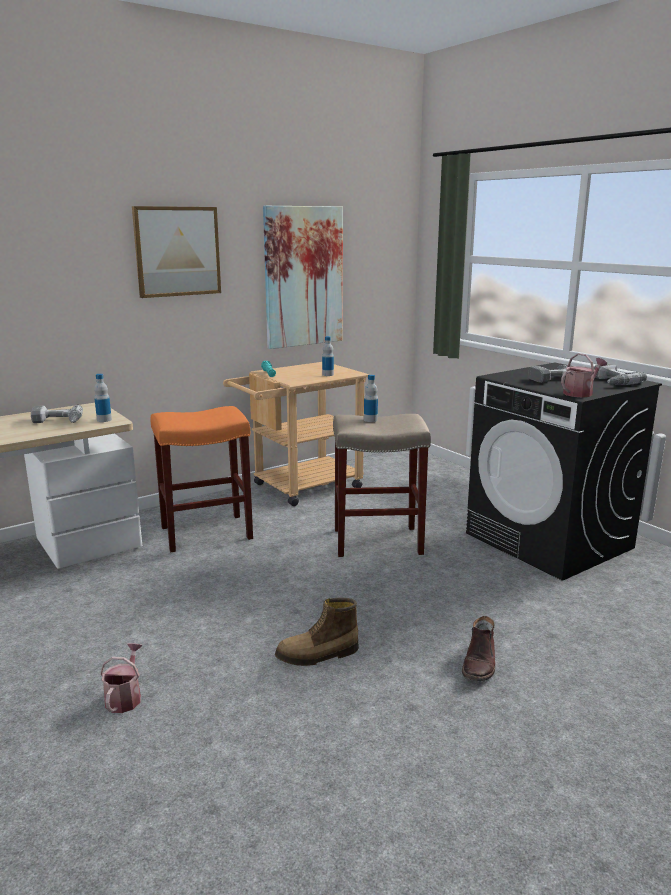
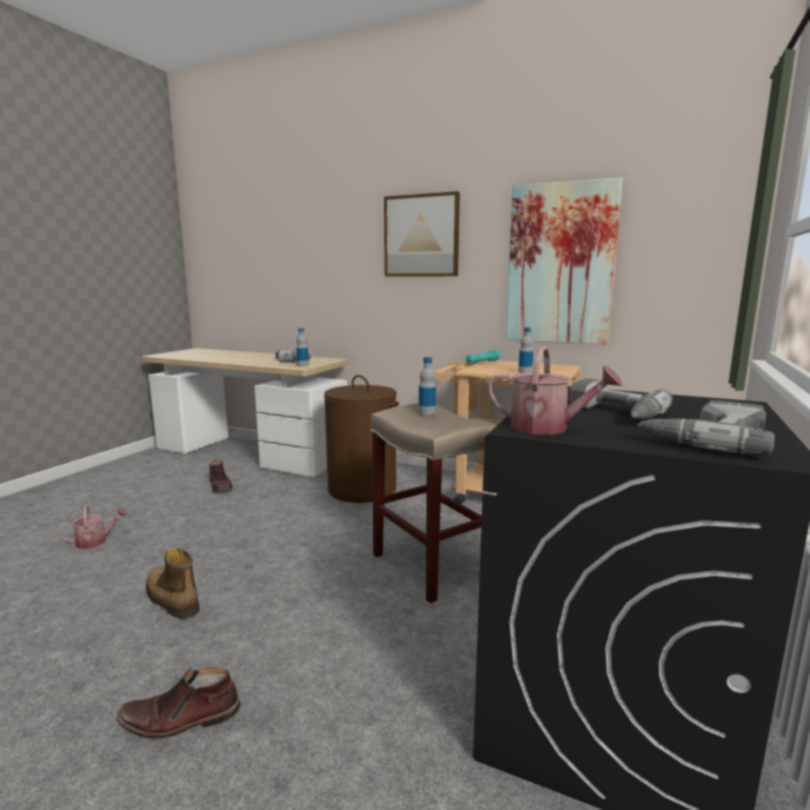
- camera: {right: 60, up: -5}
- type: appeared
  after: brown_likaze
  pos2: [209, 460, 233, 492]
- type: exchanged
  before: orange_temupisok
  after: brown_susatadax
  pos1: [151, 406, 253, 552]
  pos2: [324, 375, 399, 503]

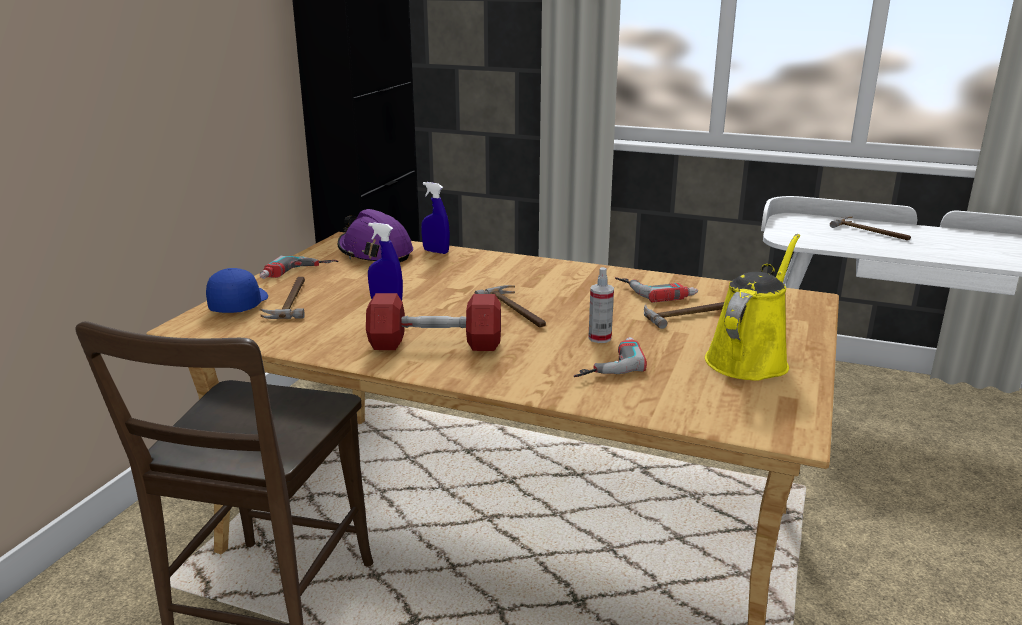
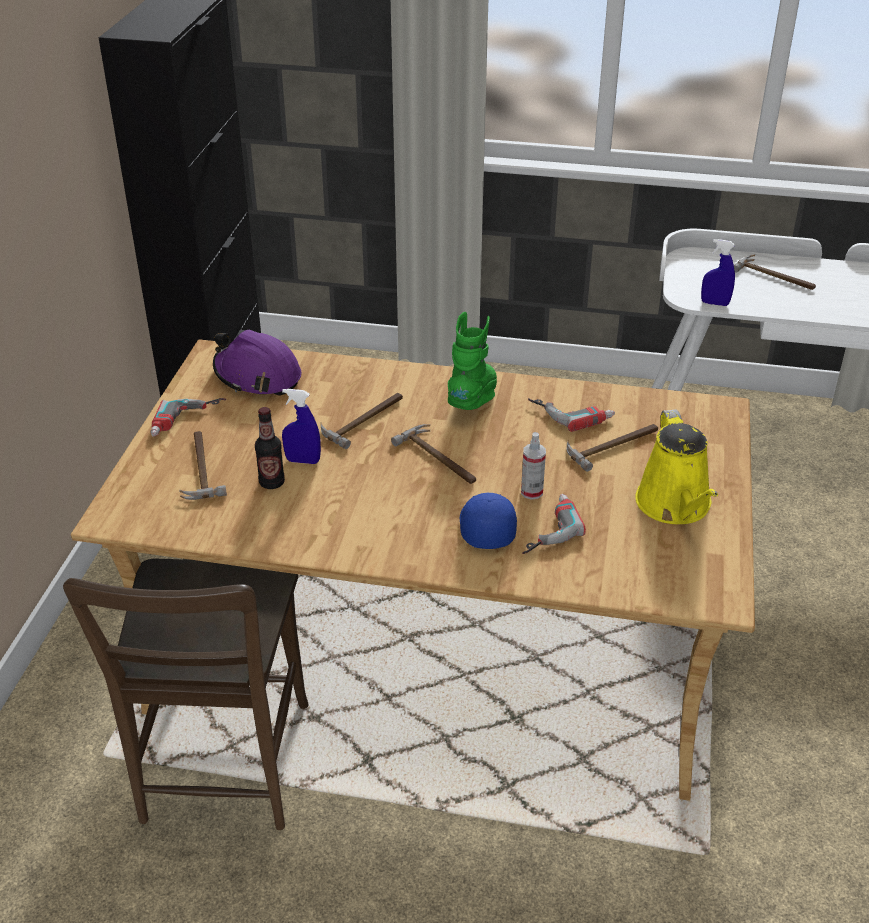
- camera: {right: -10, up: 15}
- type: missing
  before: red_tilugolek
  pos1: [366, 293, 501, 351]
- type: appeared
  after: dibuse
  pos2: [255, 407, 285, 489]
- type: appeared
  after: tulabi
  pos2: [321, 393, 403, 449]
- type: appeared
  after: green_likaze
  pos2: [448, 312, 497, 410]
- type: relocated
  before: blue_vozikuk
  pos1: [206, 268, 268, 313]
  pos2: [460, 493, 517, 549]
- type: relocated
  before: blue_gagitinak
  pos1: [421, 182, 450, 254]
  pos2: [701, 239, 735, 306]
- type: spun
  before: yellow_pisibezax
  pos1: [705, 234, 800, 381]
  pos2: [635, 409, 718, 524]
  turn: 150

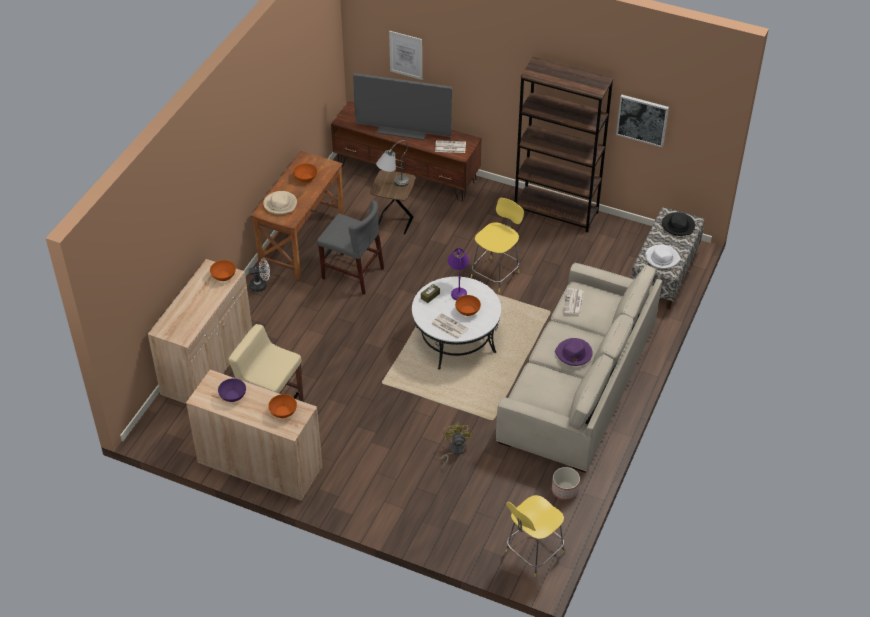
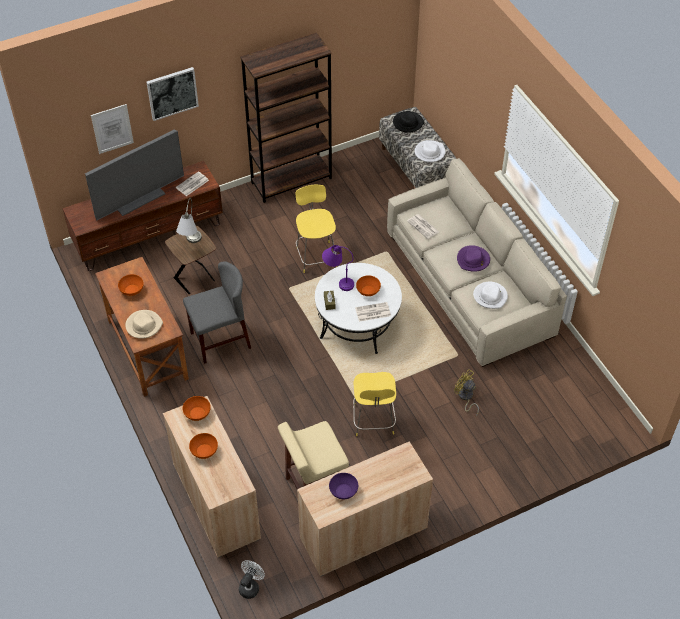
- camera: {right: -50, up: 5}
- type: missing
  before: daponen
  pos1: [552, 467, 580, 500]
- type: appeared
  after: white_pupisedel
  pos2: [473, 282, 508, 309]
- type: relocated
  before: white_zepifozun
  pos1: [249, 258, 270, 292]
  pos2: [239, 560, 265, 599]
- type: relocated
  before: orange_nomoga
  pos1: [268, 394, 297, 418]
  pos2: [189, 433, 218, 459]
- type: relocated
  before: yellow_temupisok
  pos1: [505, 495, 564, 577]
  pos2: [353, 372, 396, 436]
- type: relocated
  before: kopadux
  pos1: [616, 95, 669, 147]
  pos2: [147, 67, 199, 121]

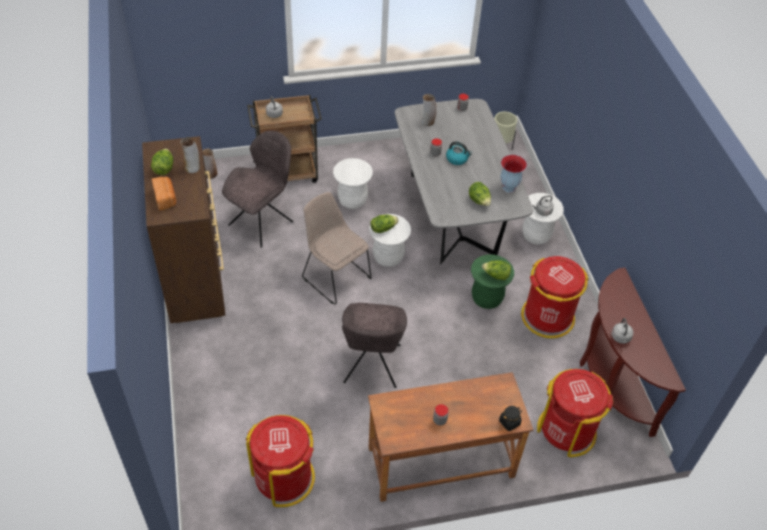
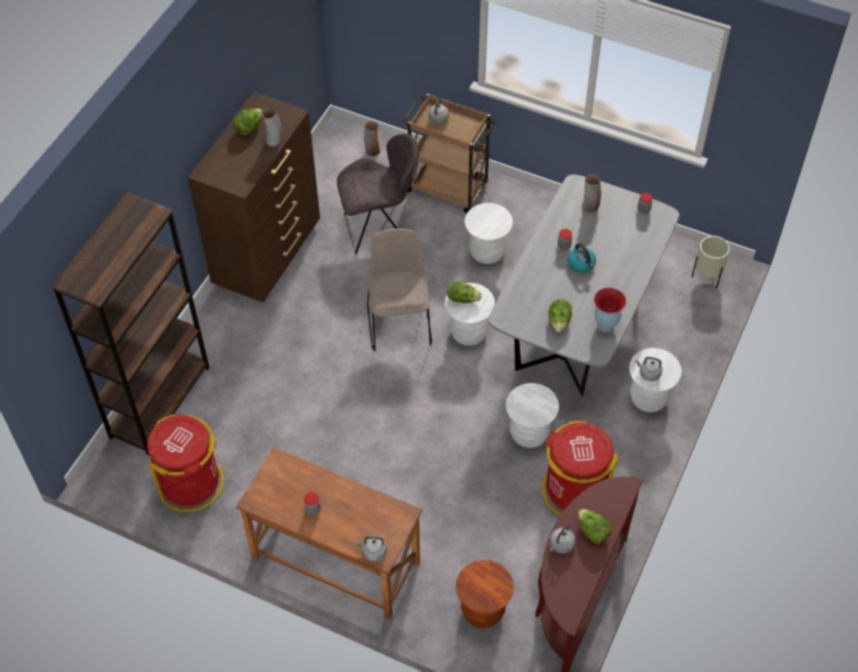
- camera: {right: 40, up: 5}
- type: missing
  before: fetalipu
  pos1: [151, 177, 176, 211]
- type: missing
  before: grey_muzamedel
  pos1: [342, 303, 407, 388]
- type: appeared
  after: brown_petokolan
  pos2: [52, 192, 210, 456]
- type: relocated
  before: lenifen
  pos1: [482, 260, 511, 280]
  pos2: [578, 509, 611, 544]
- type: exchanged
  before: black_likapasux
  after: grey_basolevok
  pos1: [499, 406, 522, 431]
  pos2: [355, 535, 387, 562]
- type: exchanged
  before: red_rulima
  after: brown_temupisok
  pos1: [537, 369, 613, 457]
  pos2: [456, 560, 514, 628]
- type: colour
  before: green_temupisok
  after: white_temupisok
  pos1: [471, 255, 514, 309]
  pos2: [506, 383, 559, 448]

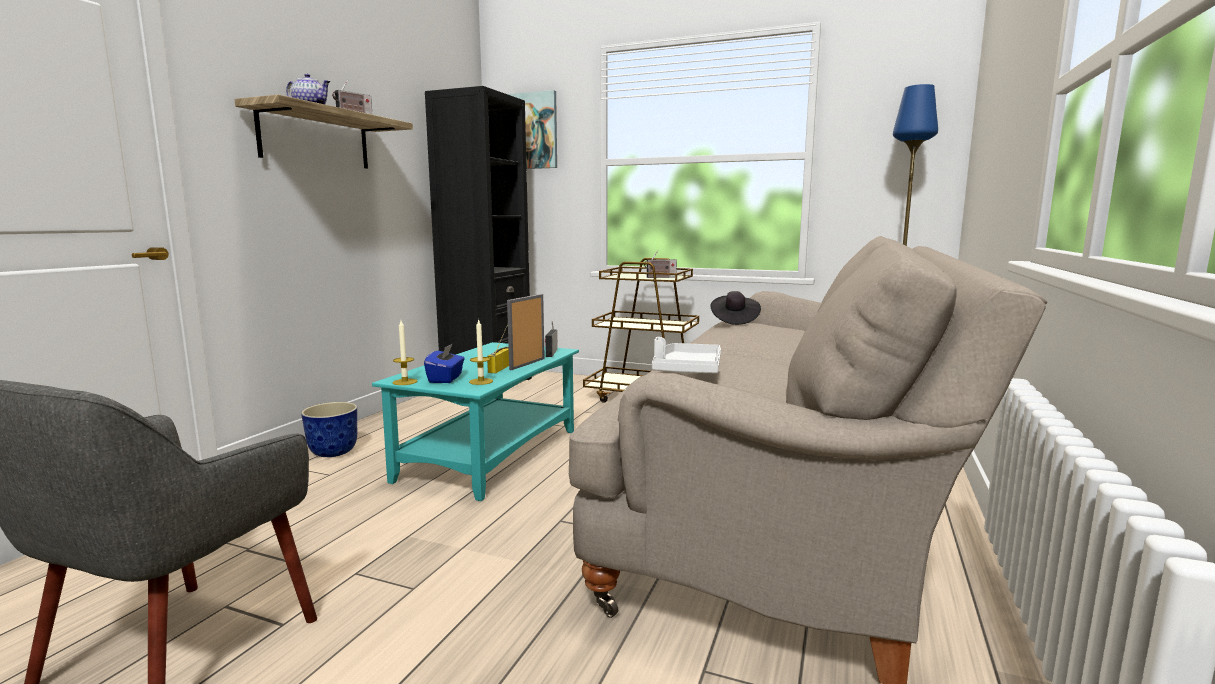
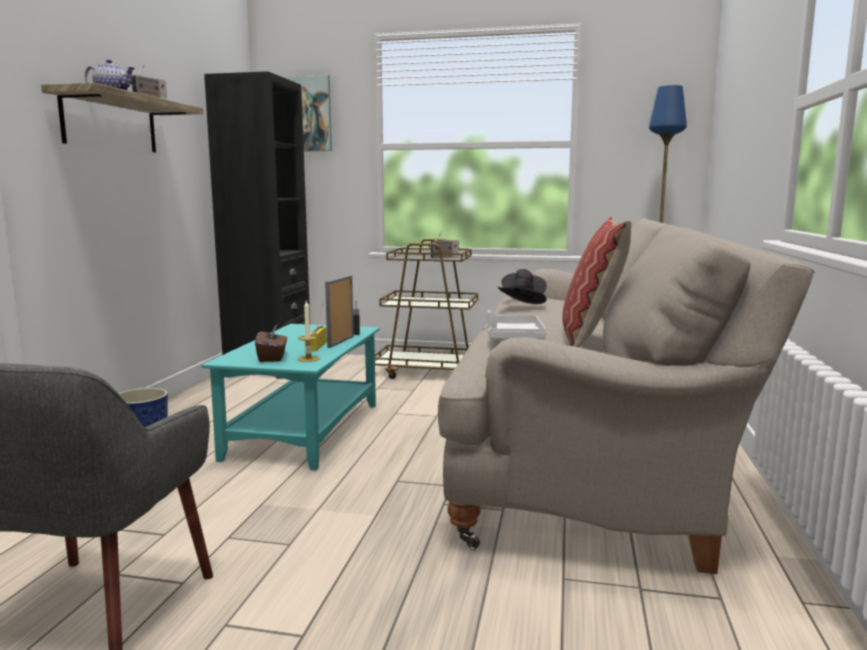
- camera: {right: -10, up: 0}
- type: missing
  before: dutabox
  pos1: [393, 320, 417, 385]
- type: appeared
  after: black_pupisedel
  pos2: [497, 278, 546, 304]
- type: appeared
  after: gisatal
  pos2: [562, 217, 631, 347]
- type: colour
  before: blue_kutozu
  after: brown_kutozu
  pos1: [424, 343, 465, 383]
  pos2: [255, 325, 287, 362]

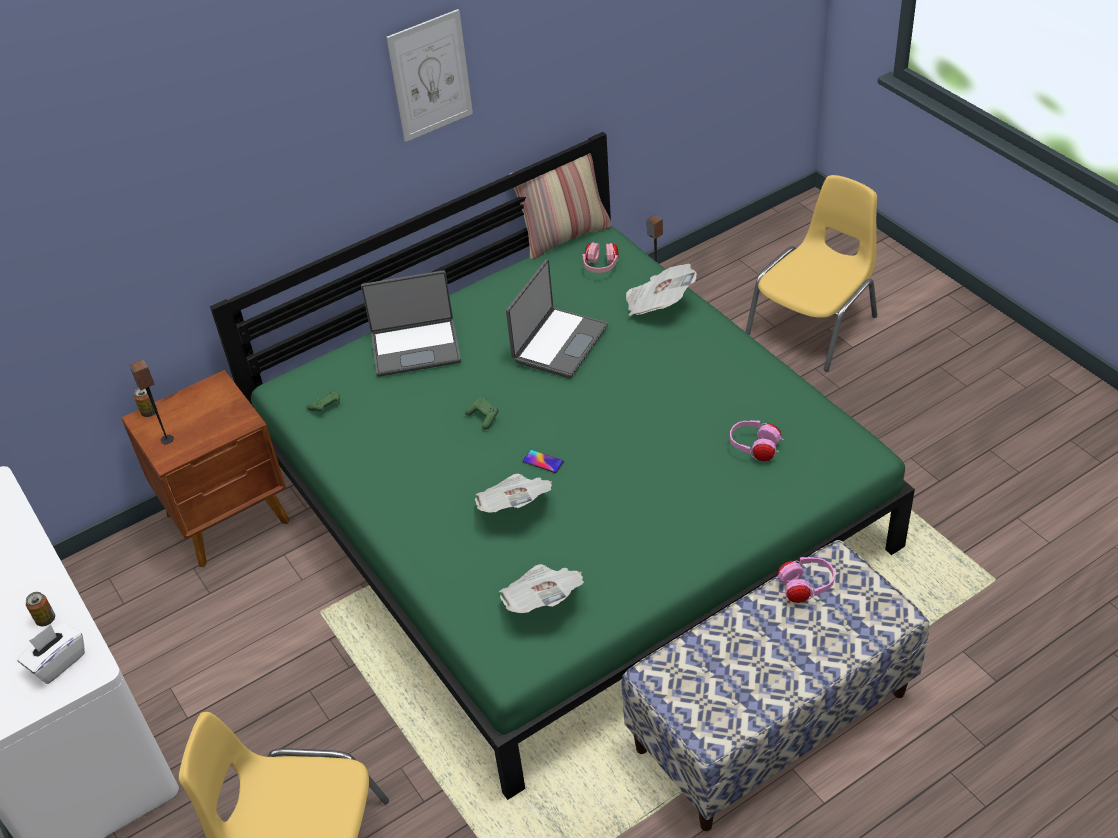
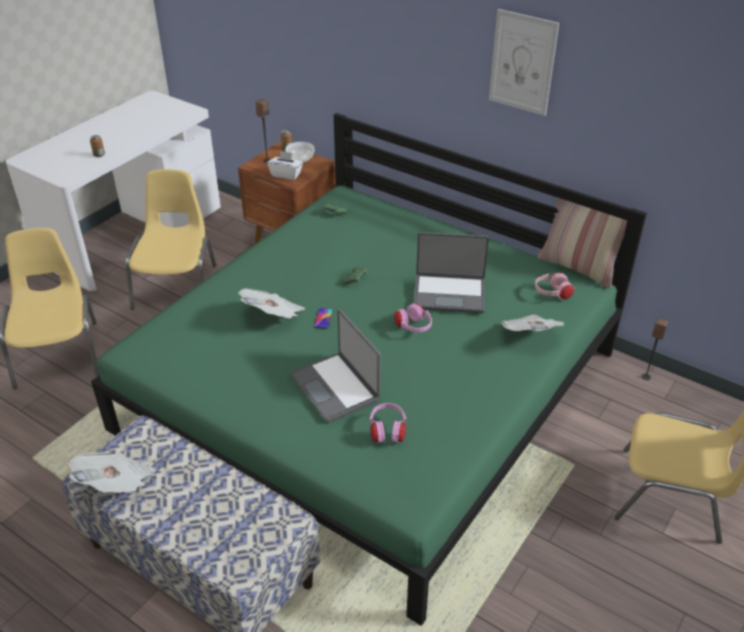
- camera: {right: 65, up: -5}
- type: appeared
  after: yellow_muzamedel
  pos2: [125, 169, 216, 310]
- type: appeared
  after: nomoga
  pos2: [285, 142, 315, 163]
- type: relocated
  before: white_kutozu
  pos1: [17, 622, 85, 684]
  pos2: [267, 151, 303, 180]
- type: relocated
  before: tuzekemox
  pos1: [361, 270, 461, 377]
  pos2: [290, 309, 381, 423]
- type: relocated
  before: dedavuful
  pos1: [499, 564, 584, 613]
  pos2: [68, 452, 156, 493]
- type: relocated
  before: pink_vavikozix
  pos1: [776, 557, 835, 603]
  pos2: [394, 303, 432, 332]

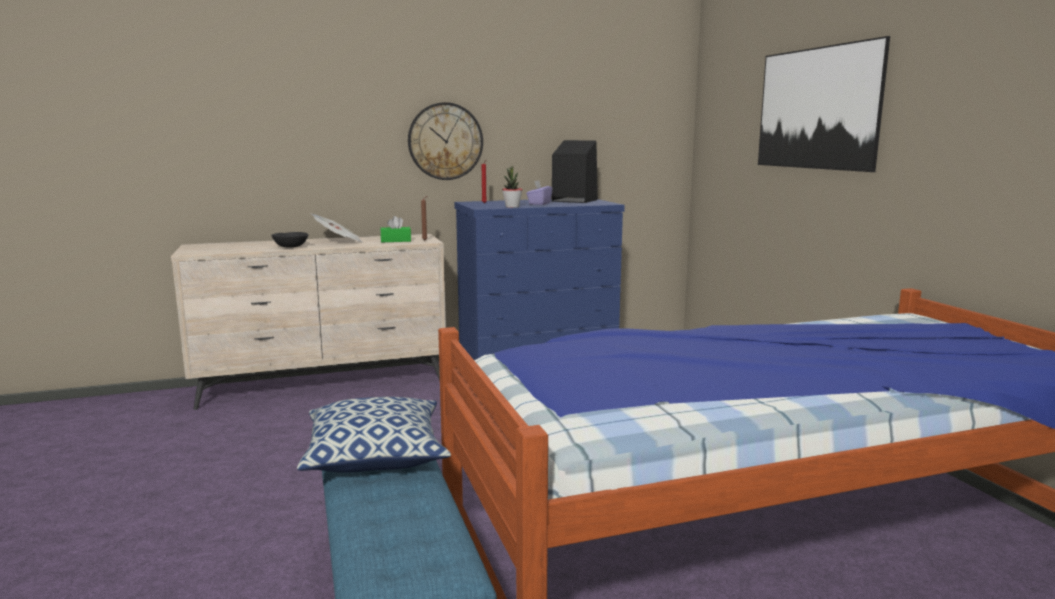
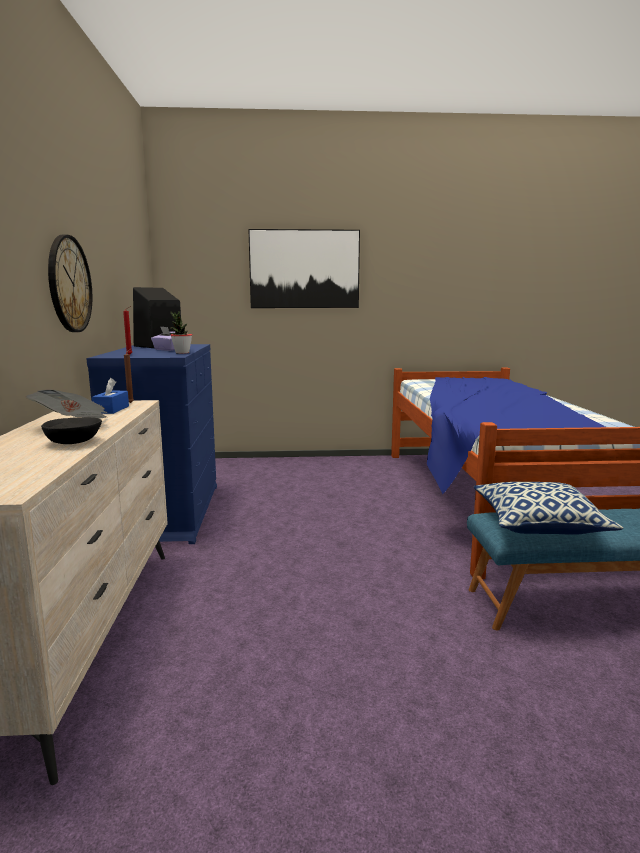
- camera: {right: -75, up: 0}
- type: colour
  before: green_kutozu
  after: blue_kutozu
  pos1: [380, 216, 411, 242]
  pos2: [92, 378, 129, 414]

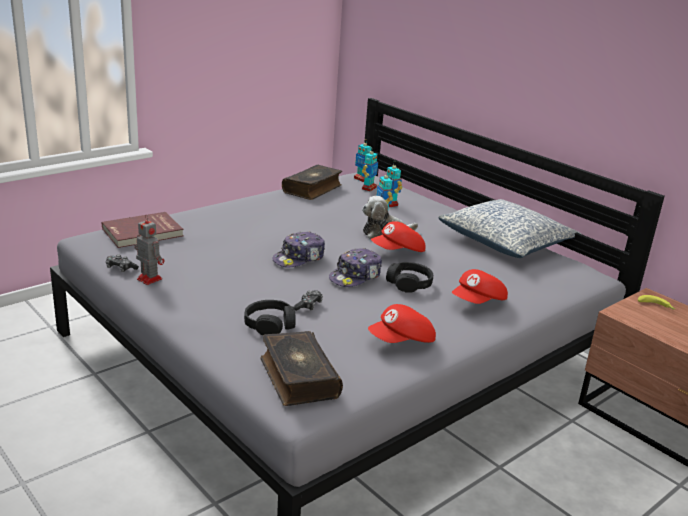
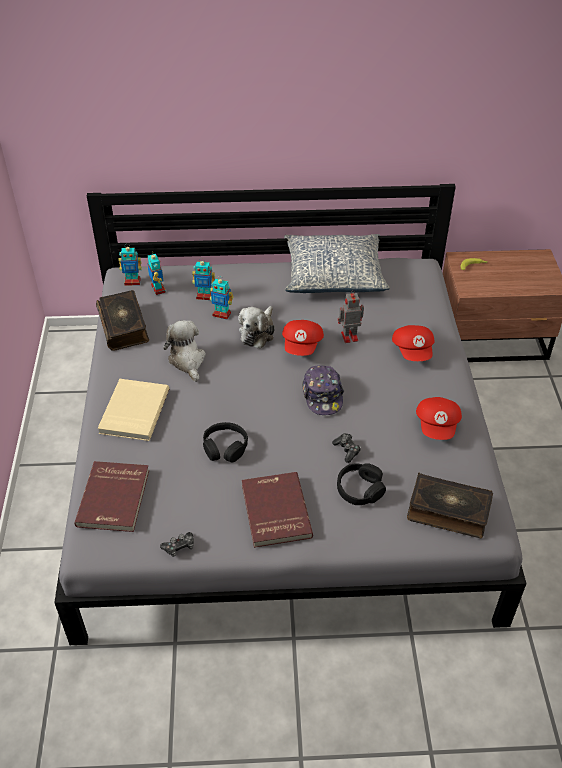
- camera: {right: -50, up: 20}
- type: missing
  before: vozikuk
  pos1: [272, 231, 325, 268]
- type: appeared
  after: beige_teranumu
  pos2: [98, 379, 169, 441]
- type: appeared
  after: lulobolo
  pos2: [163, 320, 206, 382]
- type: appeared
  after: red_teranumu
  pos2: [242, 472, 313, 548]
- type: relocated
  before: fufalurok
  pos1: [134, 215, 164, 285]
  pos2: [338, 290, 364, 343]
- type: relocated
  before: black_vavikozix
  pos1: [386, 262, 433, 293]
  pos2: [203, 422, 248, 462]

